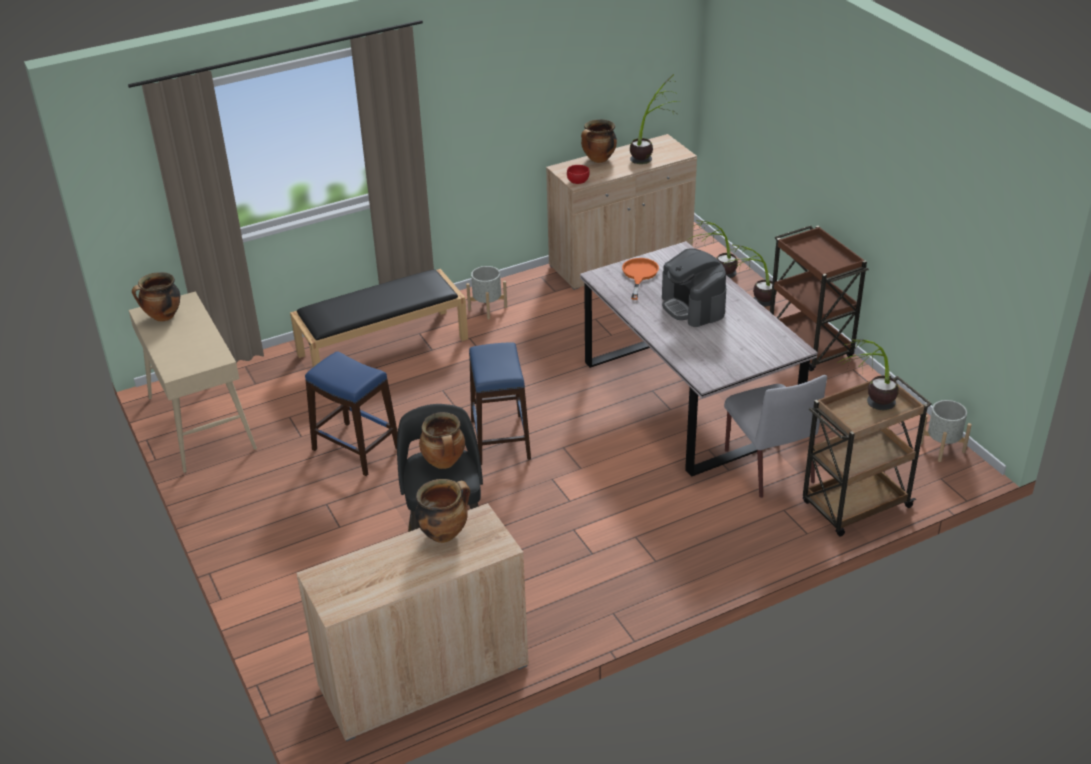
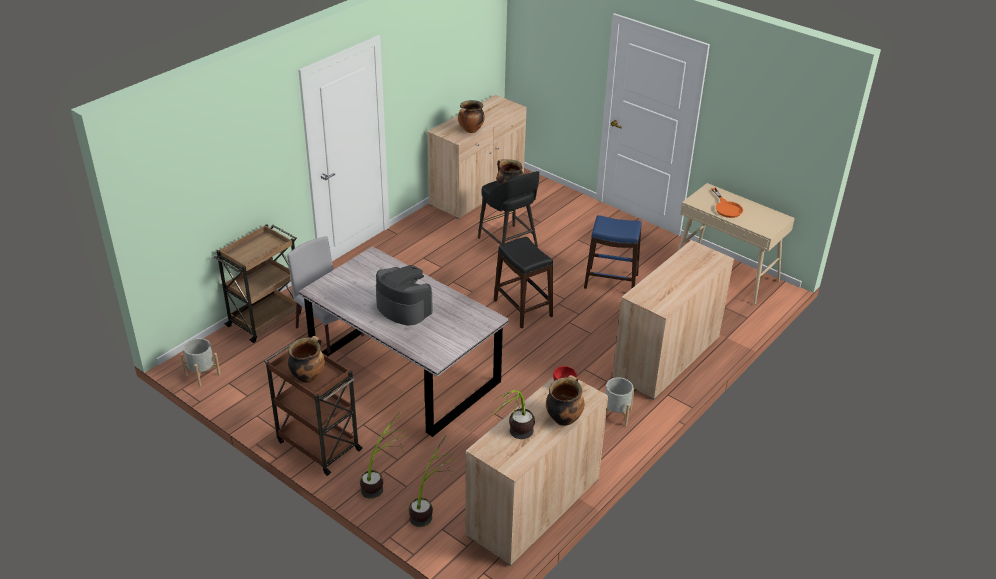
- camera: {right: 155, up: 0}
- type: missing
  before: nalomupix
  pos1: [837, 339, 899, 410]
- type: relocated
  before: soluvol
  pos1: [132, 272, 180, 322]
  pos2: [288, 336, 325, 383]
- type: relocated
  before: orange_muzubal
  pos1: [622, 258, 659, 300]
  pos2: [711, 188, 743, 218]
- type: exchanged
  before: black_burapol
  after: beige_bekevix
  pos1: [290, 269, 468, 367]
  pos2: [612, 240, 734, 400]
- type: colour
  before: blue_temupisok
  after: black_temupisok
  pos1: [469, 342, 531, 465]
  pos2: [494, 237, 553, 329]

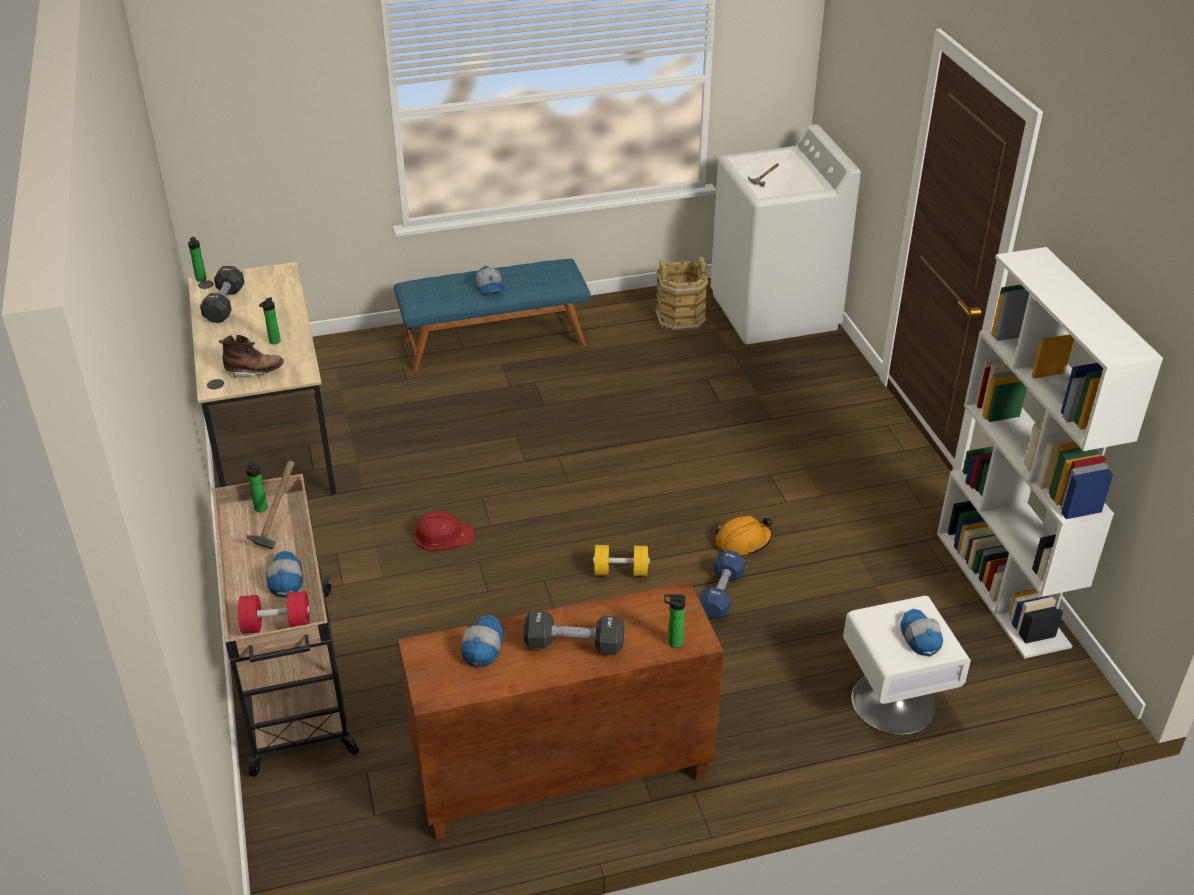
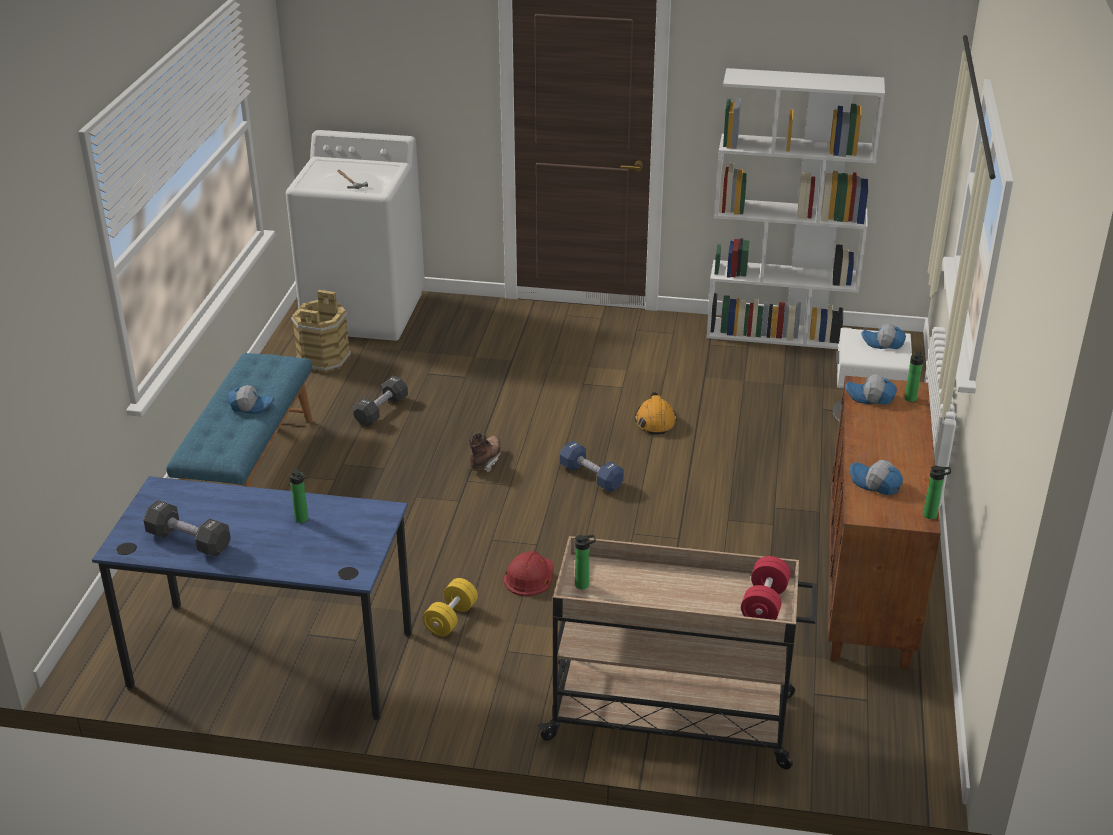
- camera: {right: -65, up: -5}
- type: missing
  before: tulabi
  pos1: [246, 460, 295, 549]
- type: relocated
  before: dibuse
  pos1: [188, 237, 207, 282]
  pos2: [923, 466, 951, 519]
- type: relocated
  before: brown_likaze
  pos1: [219, 335, 284, 378]
  pos2: [468, 433, 502, 472]
- type: relocated
  before: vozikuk
  pos1: [266, 551, 303, 598]
  pos2: [845, 374, 897, 405]
- type: relocated
  before: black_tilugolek
  pos1: [524, 611, 624, 654]
  pos2: [352, 376, 408, 426]
- type: relocated
  before: yellow_tilugolek
  pos1: [593, 545, 650, 576]
  pos2: [423, 578, 478, 636]
- type: relocated
  before: blue_tilugolek
  pos1: [699, 550, 746, 619]
  pos2: [560, 441, 624, 492]
- type: colour
  before: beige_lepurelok
  after: blue_lepurelok
  pos1: [188, 262, 337, 495]
  pos2: [92, 476, 412, 720]

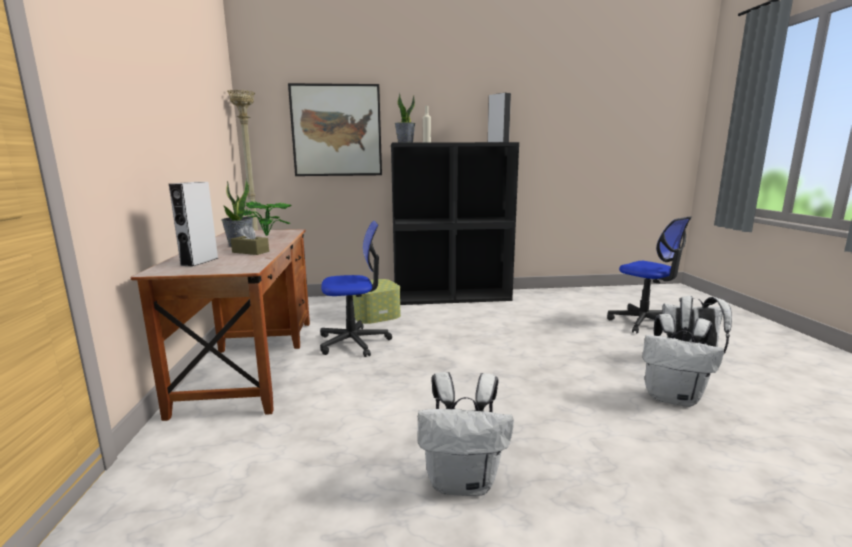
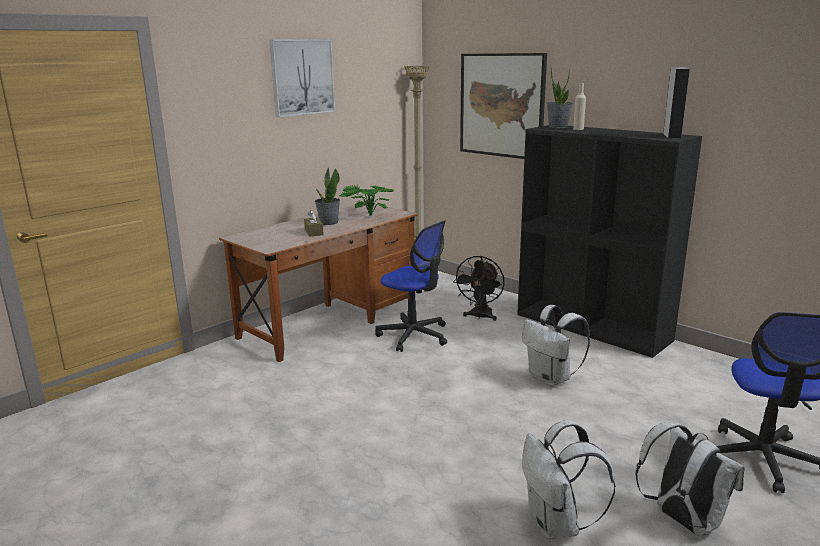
- camera: {right: 50, up: 5}
- type: missing
  before: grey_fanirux
  pos1: [169, 182, 218, 266]
- type: appeared
  after: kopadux
  pos2: [269, 39, 336, 117]
- type: relocated
  before: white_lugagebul
  pos1: [417, 372, 514, 496]
  pos2: [522, 305, 590, 386]
- type: exchanged
  before: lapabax
  after: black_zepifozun
  pos1: [353, 279, 401, 324]
  pos2: [453, 256, 505, 321]

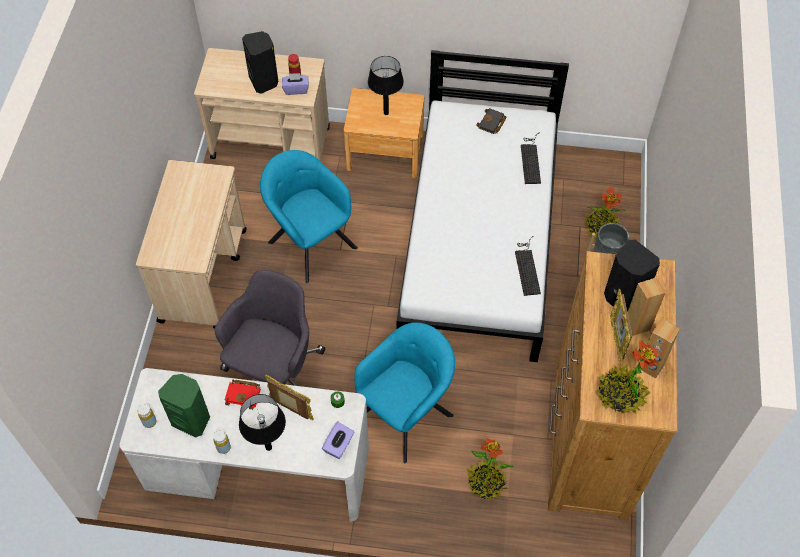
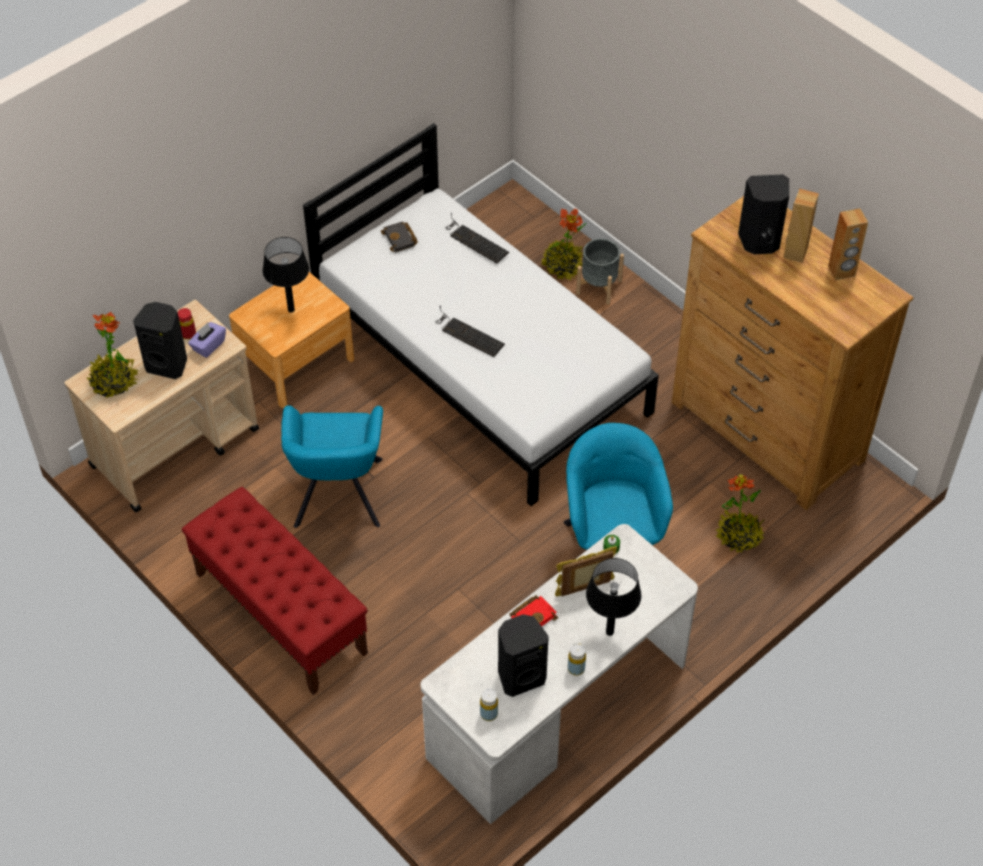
- camera: {right: -50, up: -5}
- type: missing
  before: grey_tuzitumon
  pos1: [215, 270, 325, 386]
- type: missing
  before: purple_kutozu
  pos1: [322, 422, 354, 459]
- type: missing
  before: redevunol
  pos1: [610, 289, 632, 365]
- type: relocated
  before: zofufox
  pos1: [515, 236, 541, 296]
  pos2: [435, 305, 505, 357]
- type: relocated
  before: nalomupix
  pos1: [597, 341, 659, 413]
  pos2: [87, 312, 139, 398]
- type: exchanged
  before: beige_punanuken
  after: red_burapol
  pos1: [136, 160, 247, 329]
  pos2: [182, 487, 368, 695]
- type: colour
  before: green_fanirux
  after: black_fanirux
  pos1: [158, 374, 210, 438]
  pos2: [498, 614, 549, 697]
- type: spun
  before: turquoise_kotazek
  pos1: [260, 150, 358, 283]
  pos2: [281, 405, 383, 528]
  turn: -90

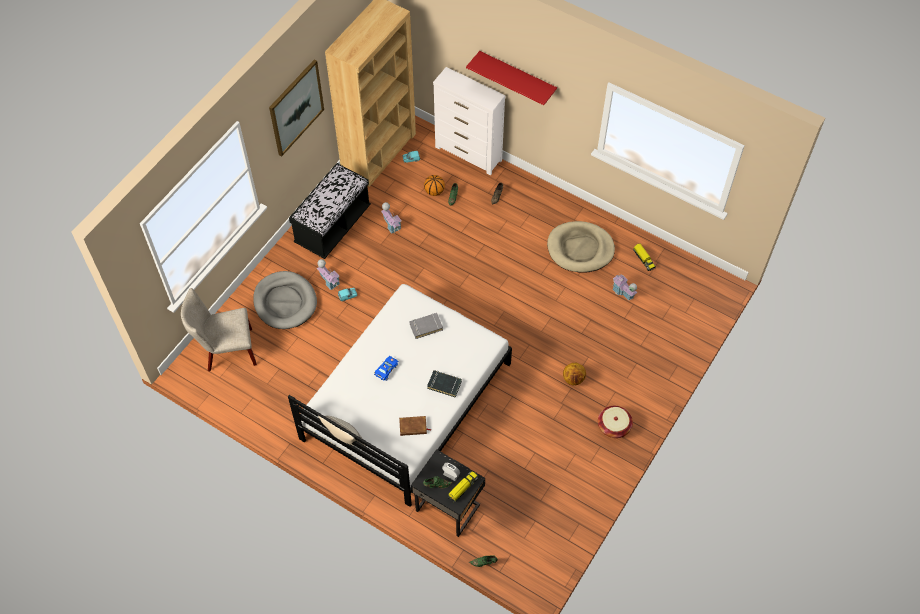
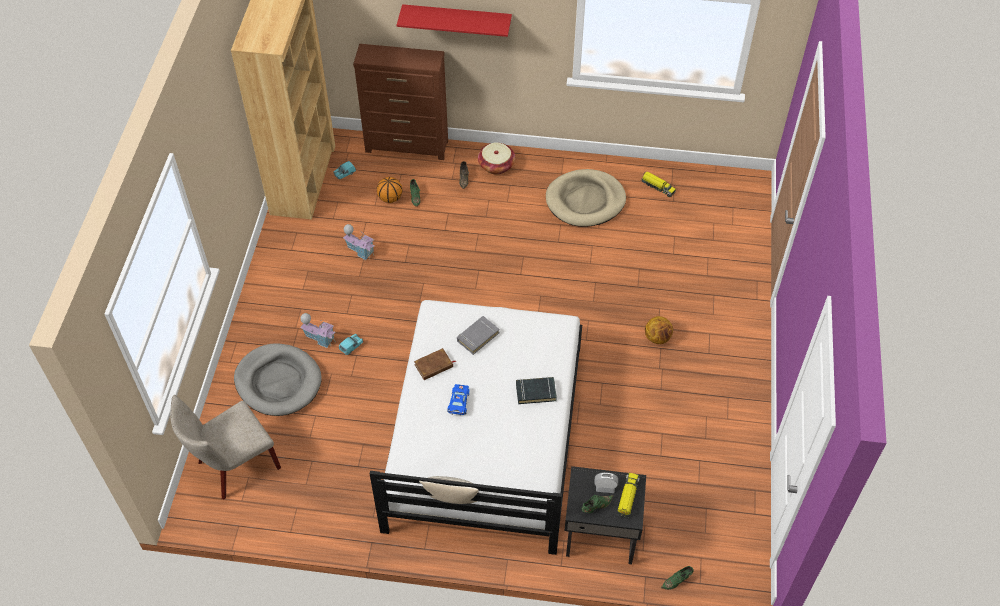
- camera: {right: -25, up: -5}
- type: missing
  before: kopadux
  pos1: [269, 59, 324, 157]
- type: missing
  before: black_burapol
  pos1: [289, 163, 371, 259]
- type: missing
  before: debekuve
  pos1: [613, 273, 638, 300]
- type: relocated
  before: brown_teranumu
  pos1: [399, 416, 431, 436]
  pos2: [414, 348, 456, 380]
- type: relocated
  before: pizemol
  pos1: [598, 406, 633, 438]
  pos2: [478, 142, 515, 175]
- type: colour
  before: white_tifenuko
  after: brown_tifenuko
  pos1: [433, 67, 506, 175]
  pos2: [353, 44, 448, 160]

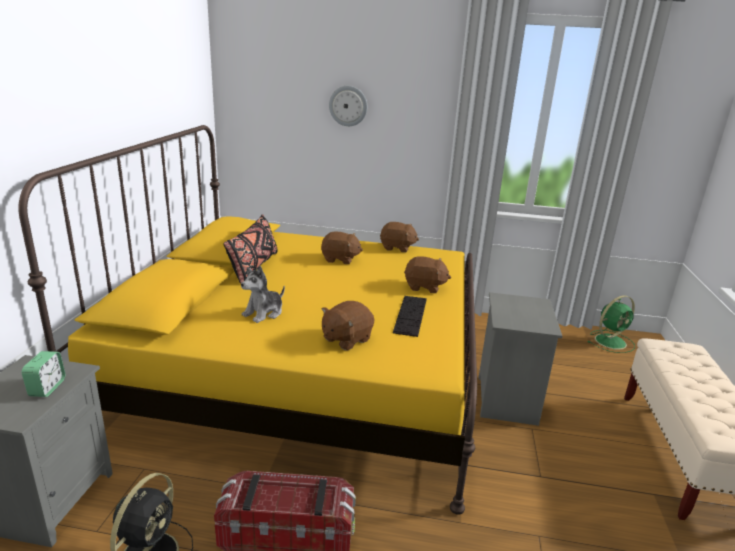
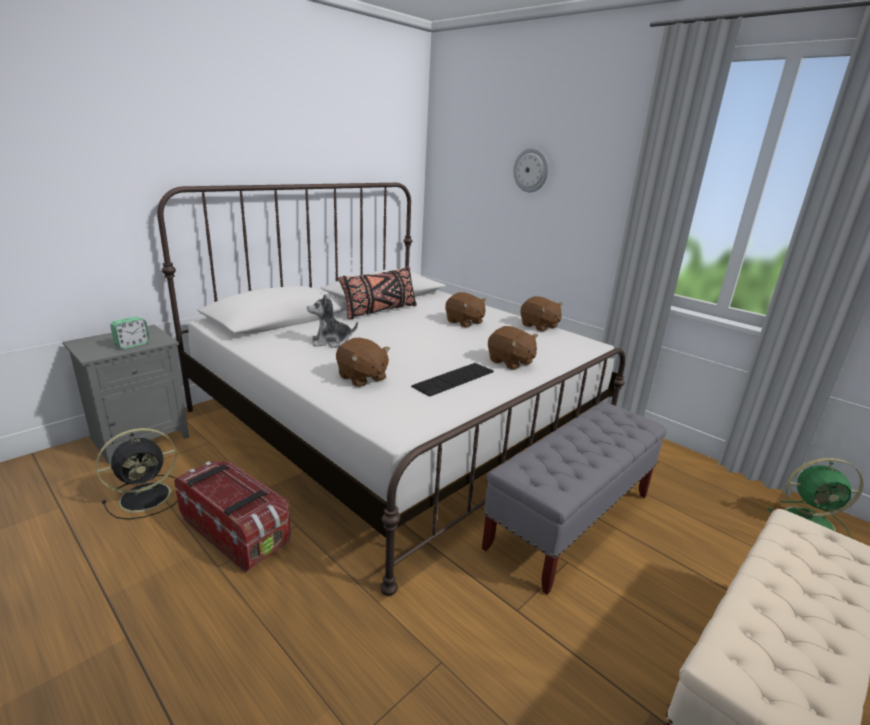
- camera: {right: 35, up: 0}
- type: exchanged
  before: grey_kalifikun
  after: grey_burapol
  pos1: [479, 292, 562, 426]
  pos2: [482, 402, 667, 595]
- type: colour
  before: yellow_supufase
  after: white_supufase
  pos1: [18, 125, 477, 515]
  pos2: [157, 183, 625, 596]
- type: spun
  before: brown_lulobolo
  pos1: [322, 301, 374, 350]
  pos2: [336, 338, 390, 387]
  turn: -120

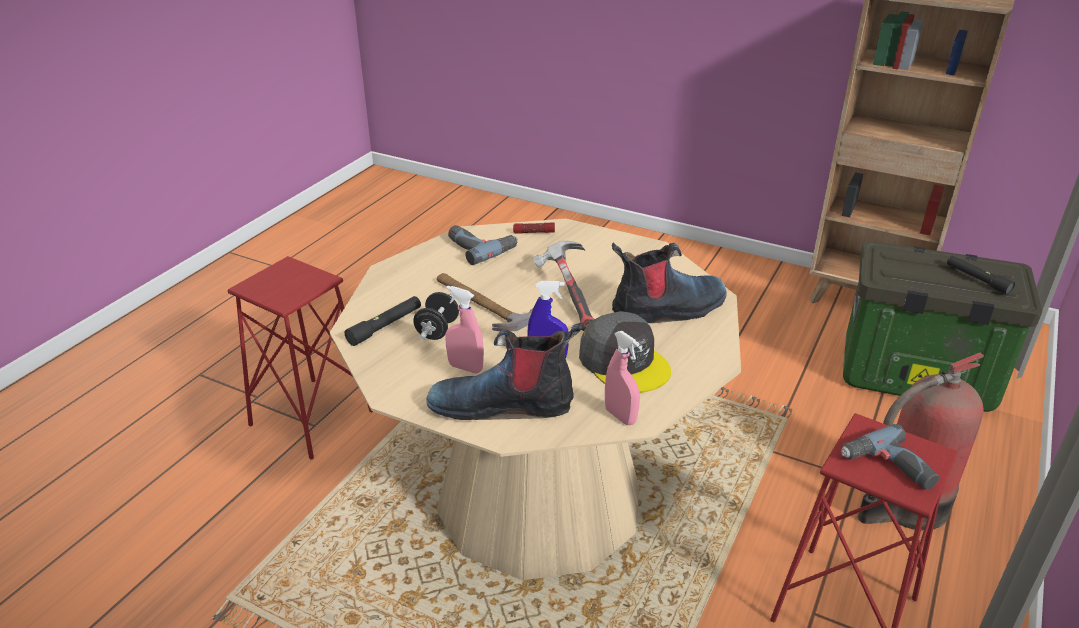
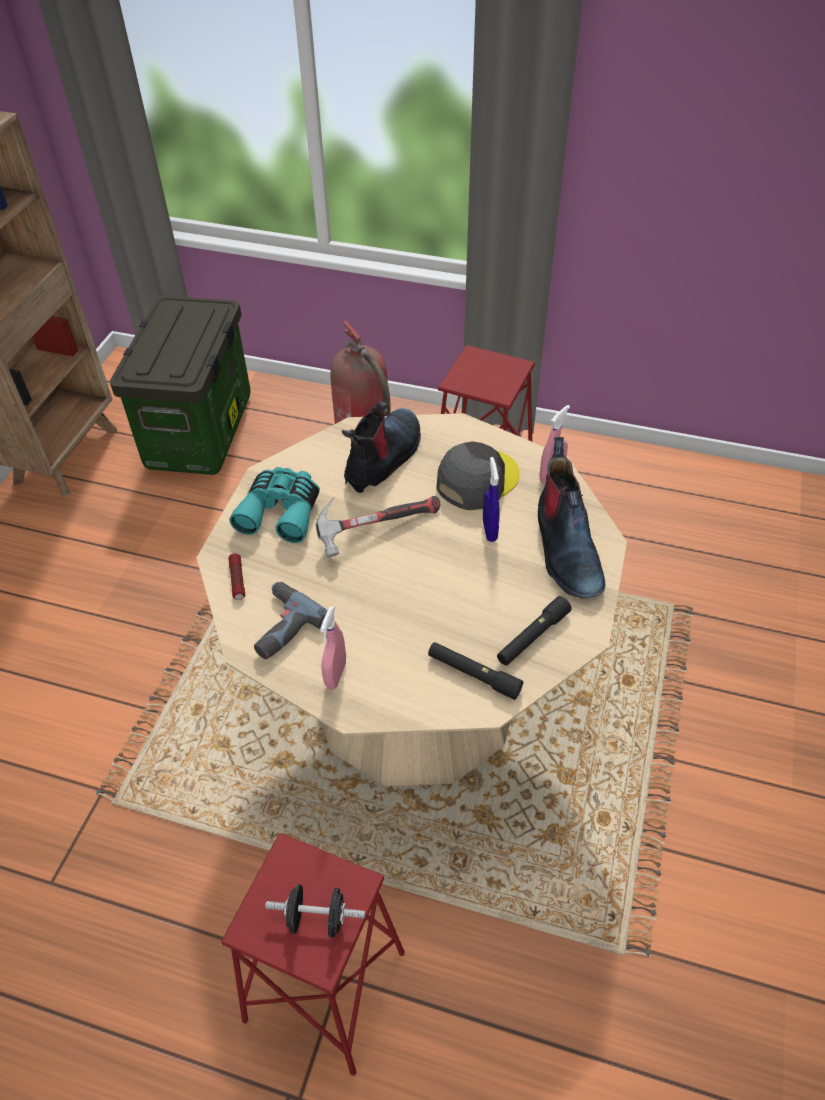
- camera: {right: -100, up: 15}
- type: missing
  before: tulabi
  pos1: [437, 273, 533, 332]
- type: missing
  before: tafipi
  pos1: [841, 424, 939, 490]
- type: appeared
  after: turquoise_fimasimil
  pos2: [229, 467, 320, 543]
- type: relocated
  before: black_tilugolek
  pos1: [413, 292, 459, 340]
  pos2: [265, 884, 365, 938]
- type: relocated
  before: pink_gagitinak
  pos1: [445, 286, 484, 373]
  pos2: [320, 607, 346, 689]
- type: relocated
  before: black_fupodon
  pos1: [947, 256, 1015, 295]
  pos2: [497, 596, 572, 666]
- type: spun
  before: likaze
  pos1: [612, 243, 727, 323]
  pos2: [342, 401, 421, 493]
  turn: 60

